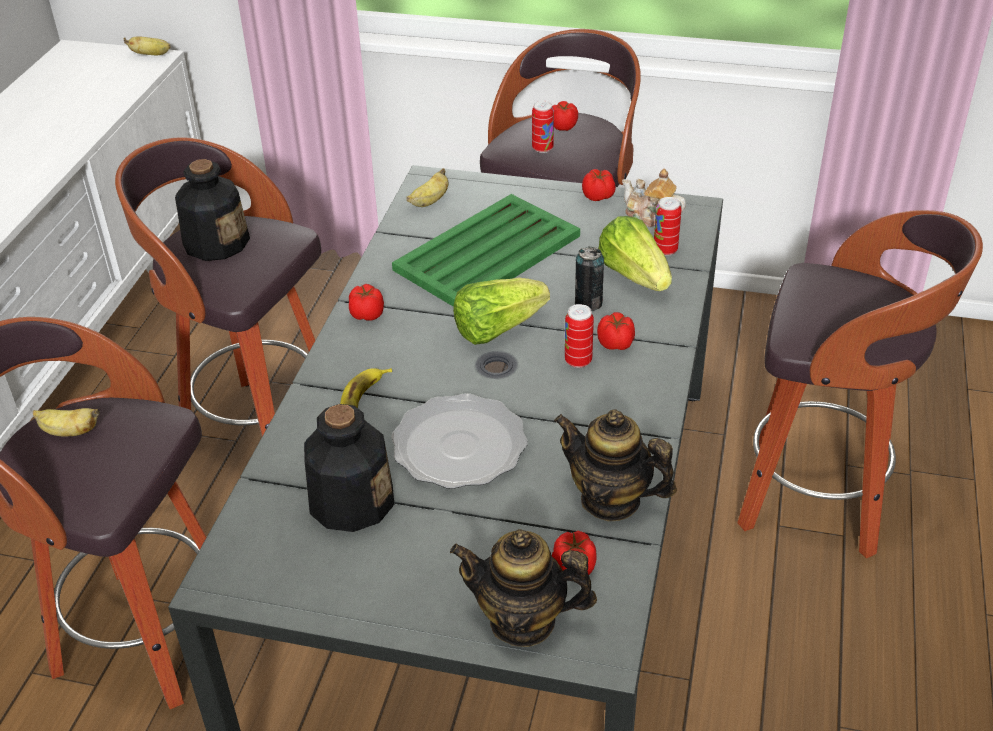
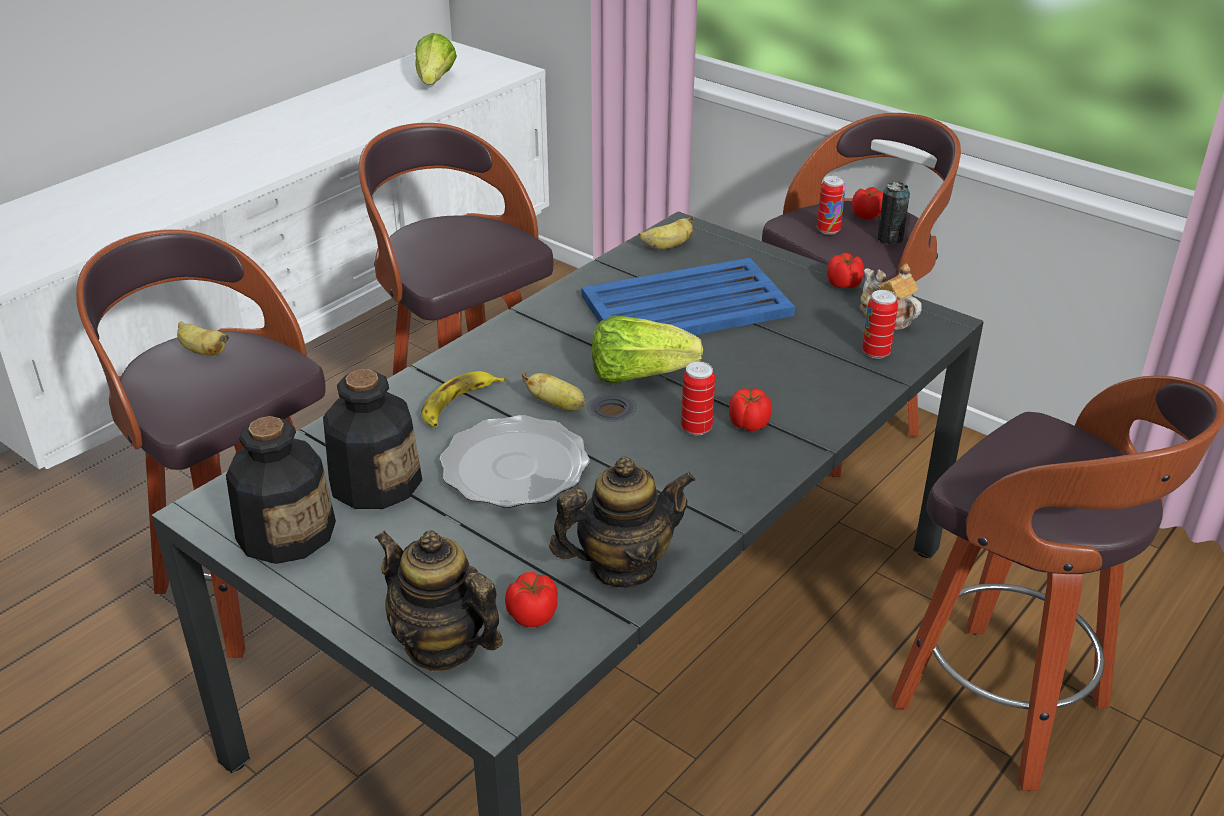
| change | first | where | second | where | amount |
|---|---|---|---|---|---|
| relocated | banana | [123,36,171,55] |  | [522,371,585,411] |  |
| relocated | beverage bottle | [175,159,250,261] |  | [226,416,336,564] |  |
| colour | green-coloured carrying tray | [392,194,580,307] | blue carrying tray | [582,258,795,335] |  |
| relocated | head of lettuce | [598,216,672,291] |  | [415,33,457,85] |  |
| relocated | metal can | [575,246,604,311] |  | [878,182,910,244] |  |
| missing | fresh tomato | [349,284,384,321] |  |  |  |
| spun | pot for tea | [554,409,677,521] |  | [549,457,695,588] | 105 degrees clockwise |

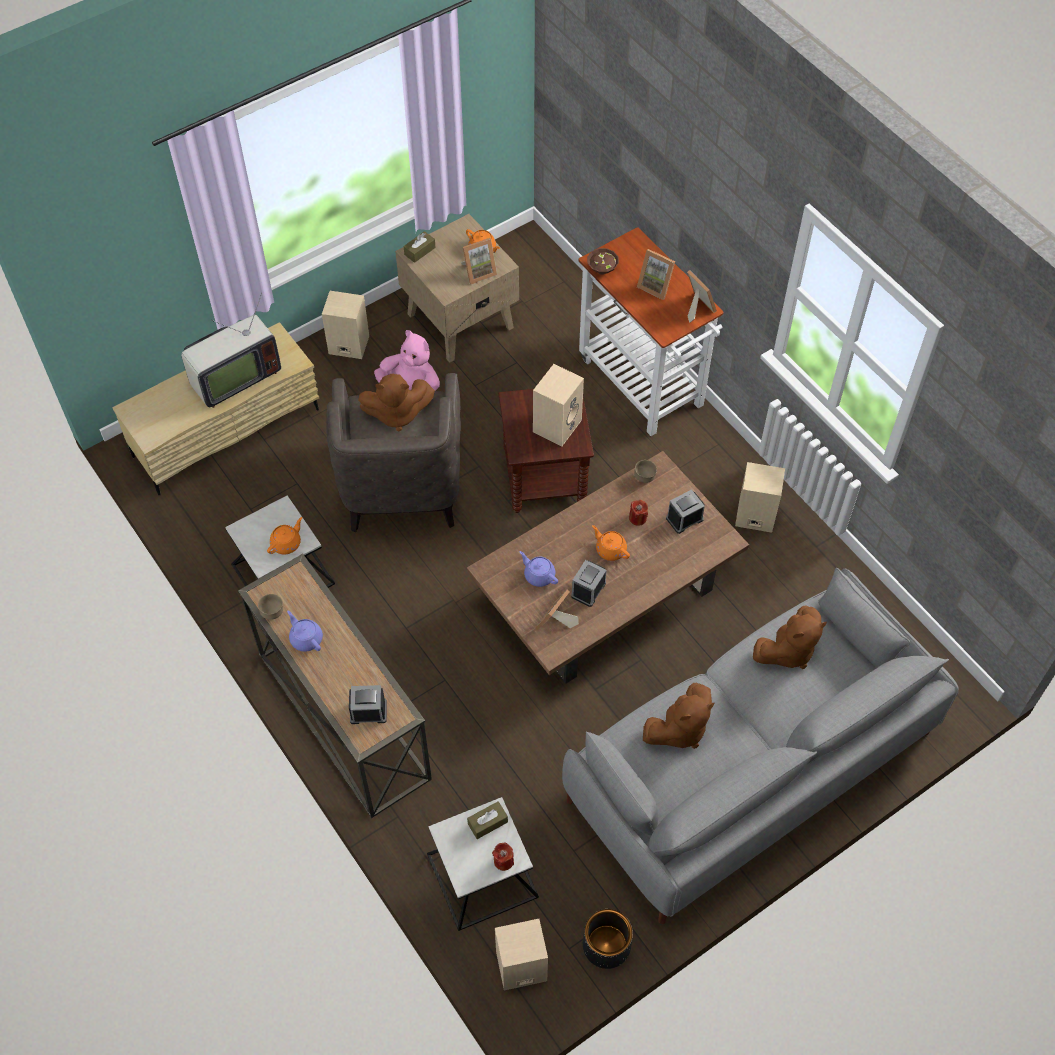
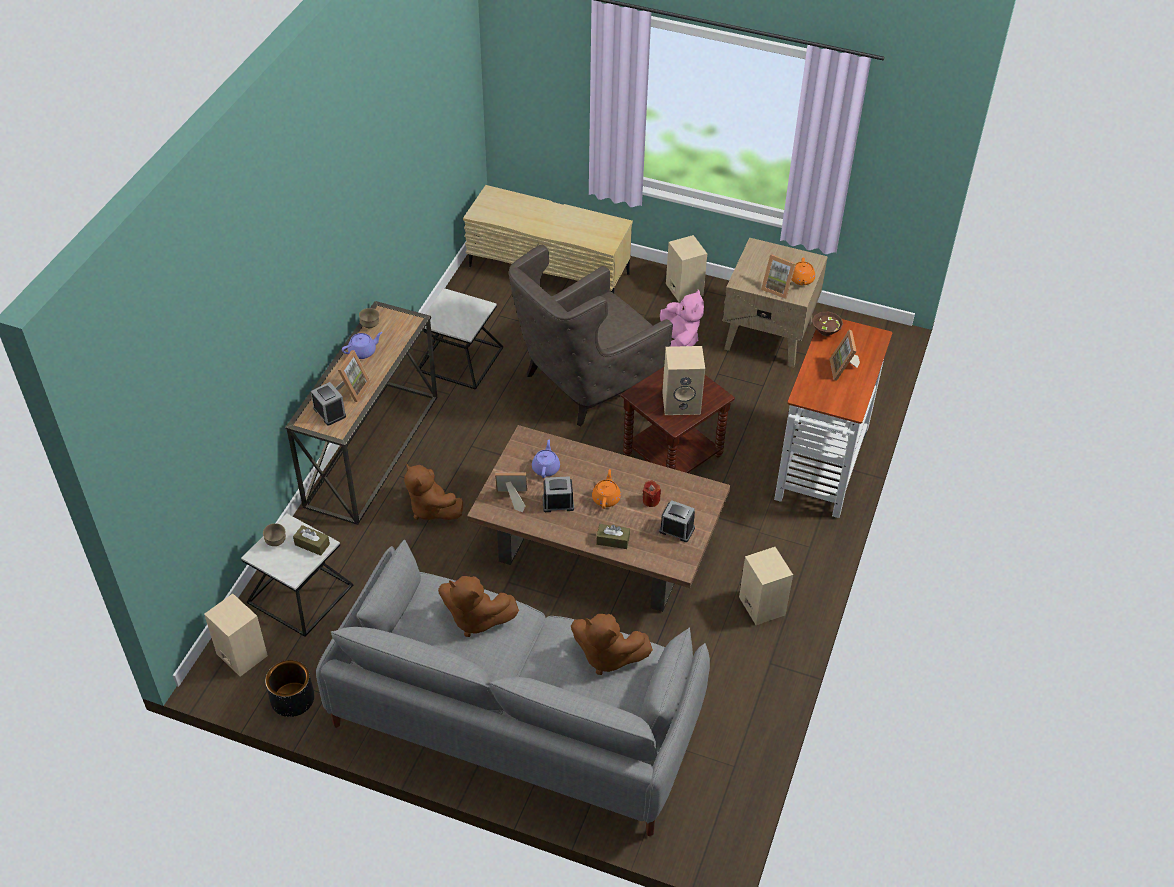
| change | first | where | second | where | amount |
|---|---|---|---|---|---|
| relocated | brown box of tissues | [404,231,436,263] |  | [596,524,630,549] |  |
| relocated | picture frame | [687,270,717,323] |  | [335,350,371,402] |  |
| missing | television | [181,293,281,408] |  |  |  |
| relocated | brown soft toy | [358,374,435,431] |  | [404,464,463,520] |  |
| relocated | brown serving bowl | [634,460,657,483] |  | [263,523,286,546] |  |
| missing | orange pot for tea | [267,517,302,554] |  |  |  |
| spun | purplish pot for tea | [287,610,323,652] |  | [342,332,383,359] | 45 degrees clockwise |
| missing | red-coloured wax candle | [492,843,514,871] |  |  |  |

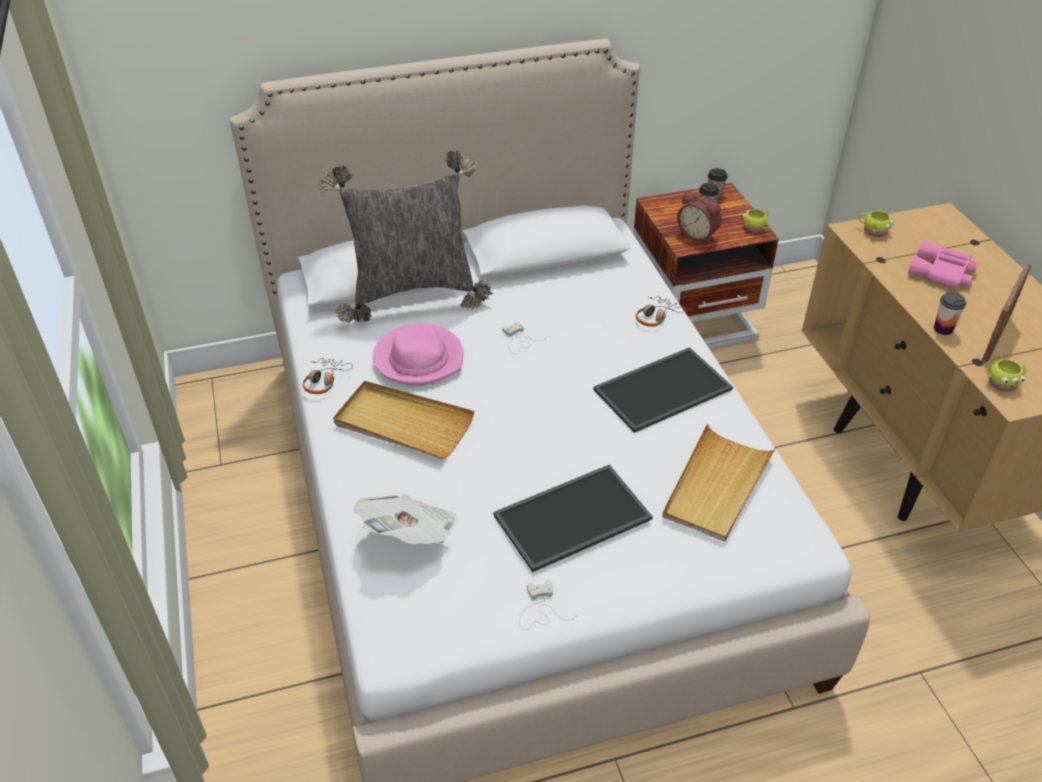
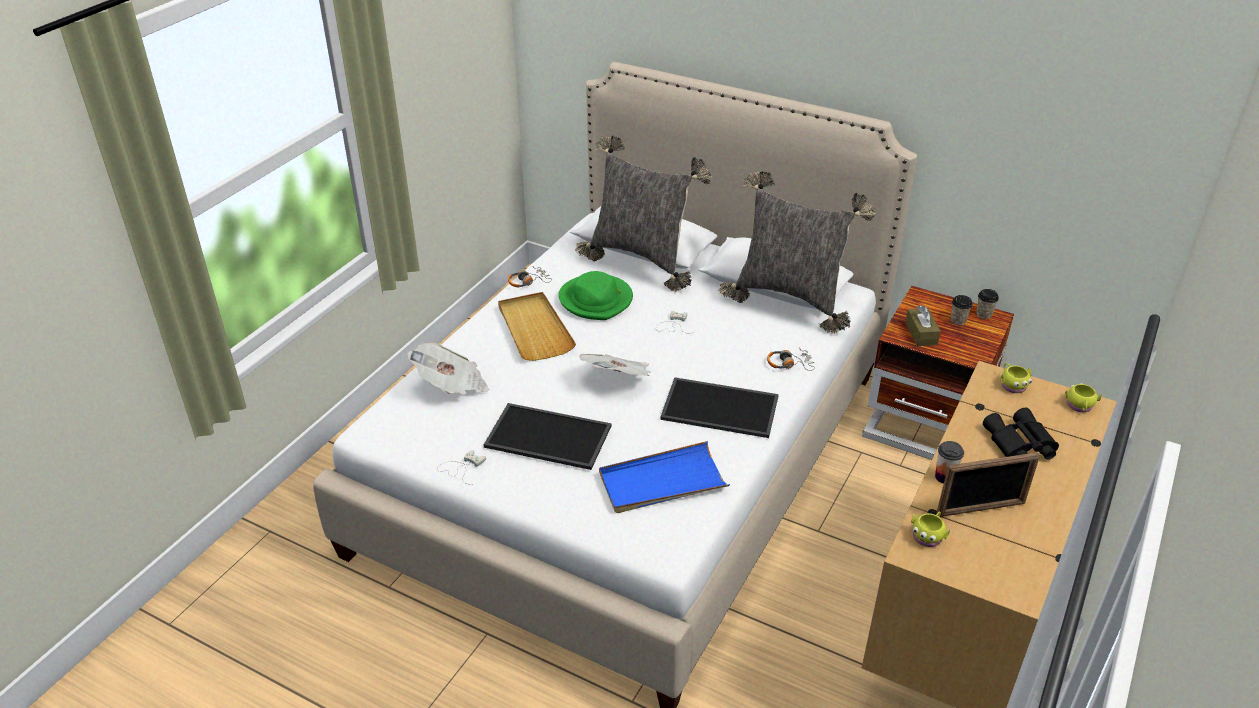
| change | first | where | second | where | amount |
|---|---|---|---|---|---|
| exchanged | alarm clock | [677,192,722,243] | brown box of tissues | [905,305,941,346] |  |
| relocated | yellow mug | [743,209,769,232] |  | [1065,383,1102,412] |  |
| colour | pinkish pair of binoculars | [908,240,979,289] | blackish pair of binoculars | [983,408,1059,460] |  |
| colour | pinkish wearable hat | [373,324,463,385] | green-coloured wearable hat | [558,271,633,320] |  |
| colour | sand-coloured carrying tray | [662,424,776,542] | blue carrying tray | [599,441,730,513] |  |
| appeared |  |  | throw pillow | [719,171,875,334] |  |
| appeared |  |  | newspaper | [579,354,651,376] |  |

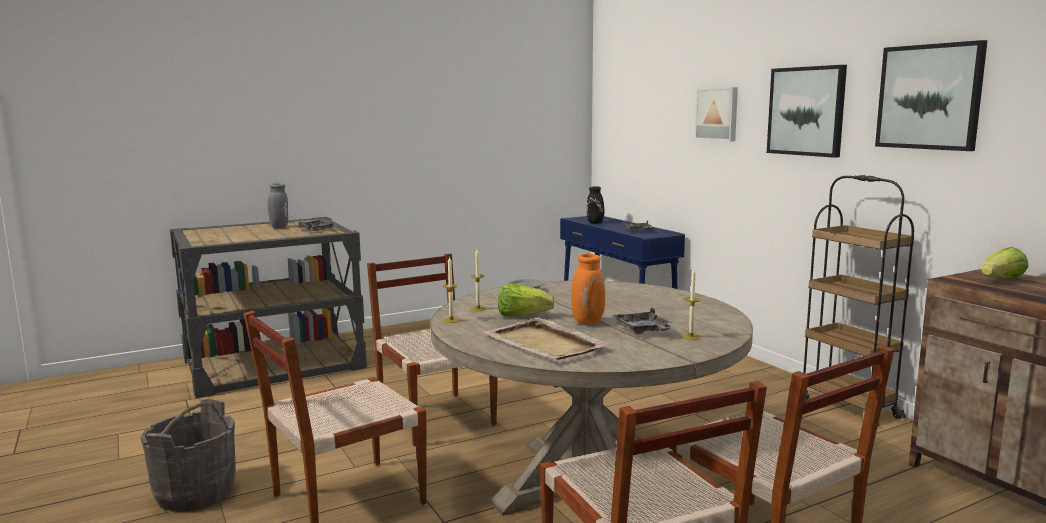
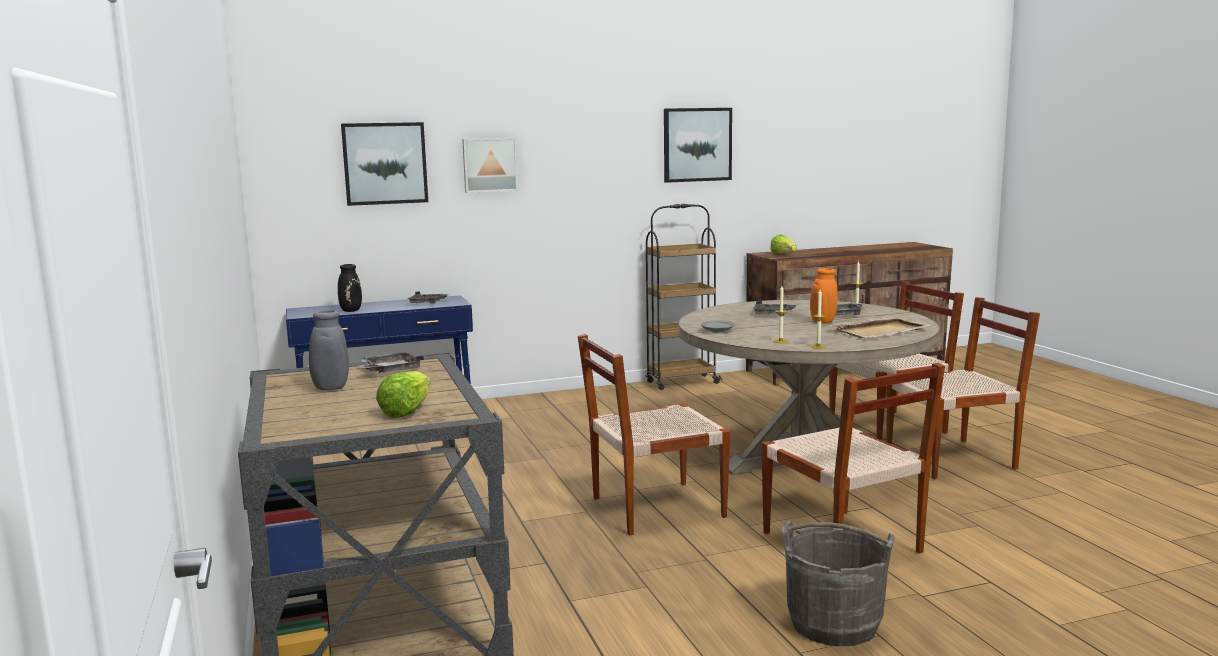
| change | first | where | second | where | amount |
|---|---|---|---|---|---|
| relocated | wall picture | [767,65,847,158] |  | [341,122,428,206] |  |
| relocated | head of lettuce | [498,283,555,317] |  | [376,371,431,418] |  |
| appeared |  |  | grey carrying tray | [753,300,798,315] |  |

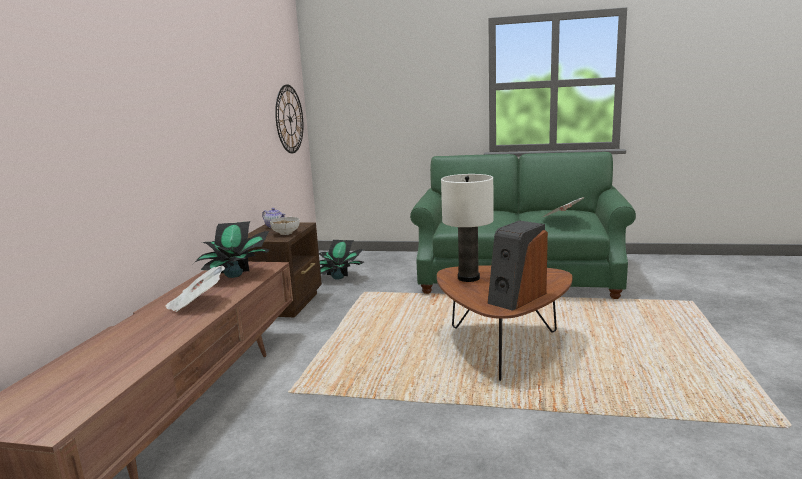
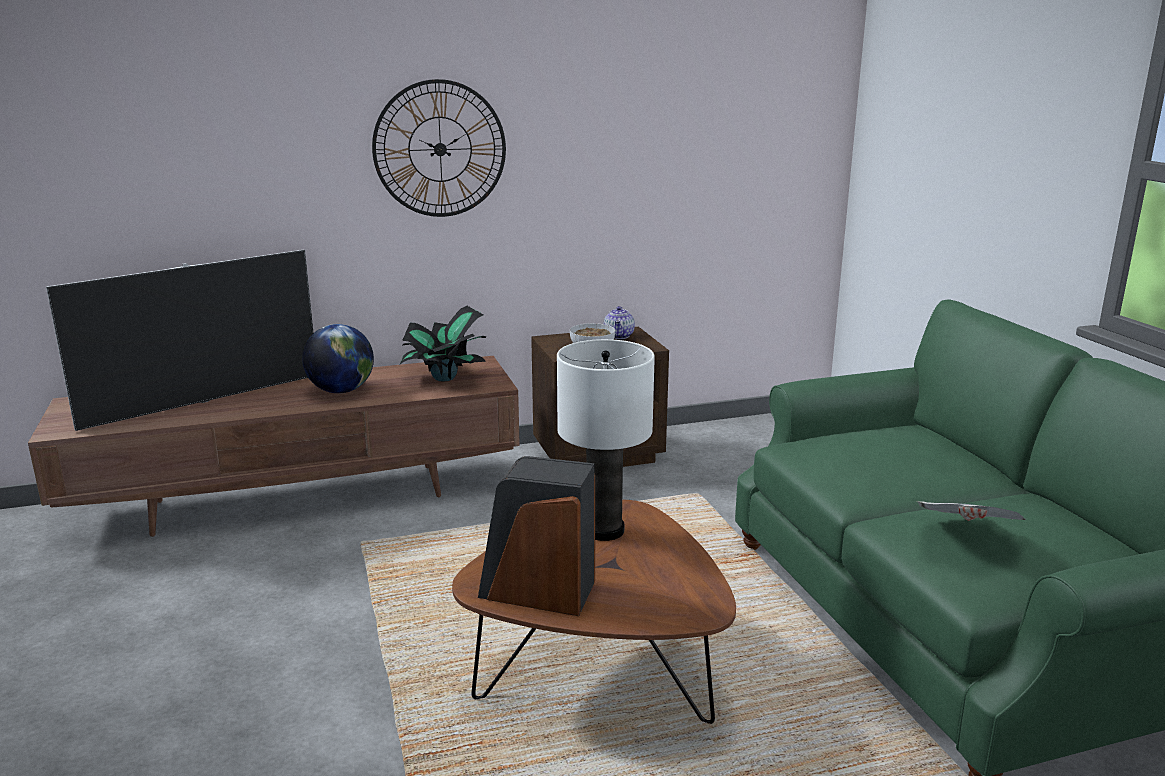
| change | first | where | second | where | amount |
|---|---|---|---|---|---|
| relocated | wall clock | [275,85,303,153] |  | [372,79,506,217] |  |
| missing | plant in a pot | [319,240,364,279] |  |  |  |
| exchanged | newspaper | [165,266,225,312] | desk globe | [302,324,374,393] |  |
| appeared |  |  | television | [46,250,313,431] |  |

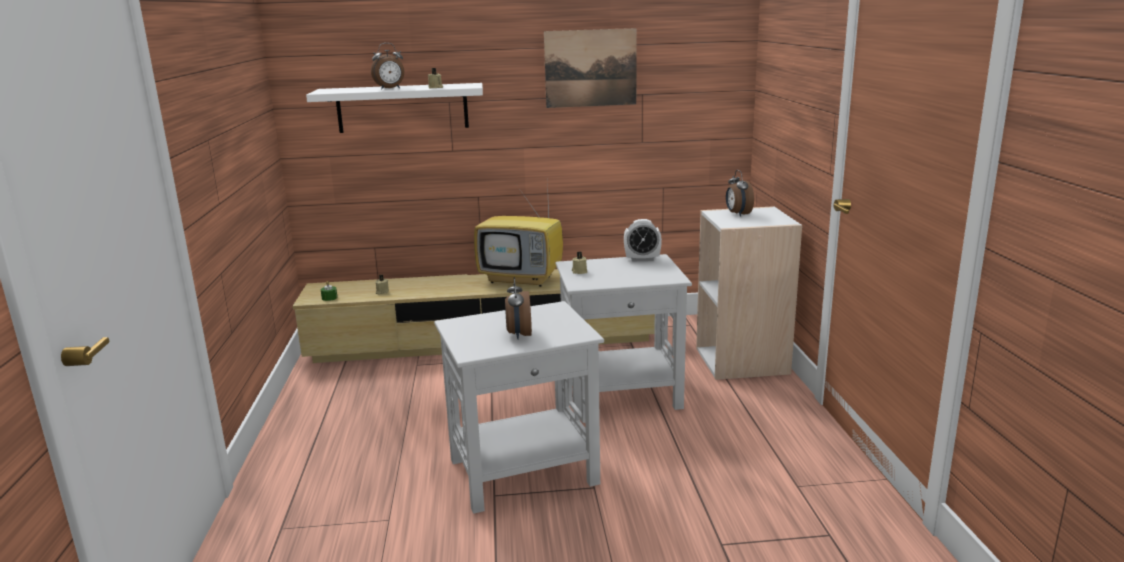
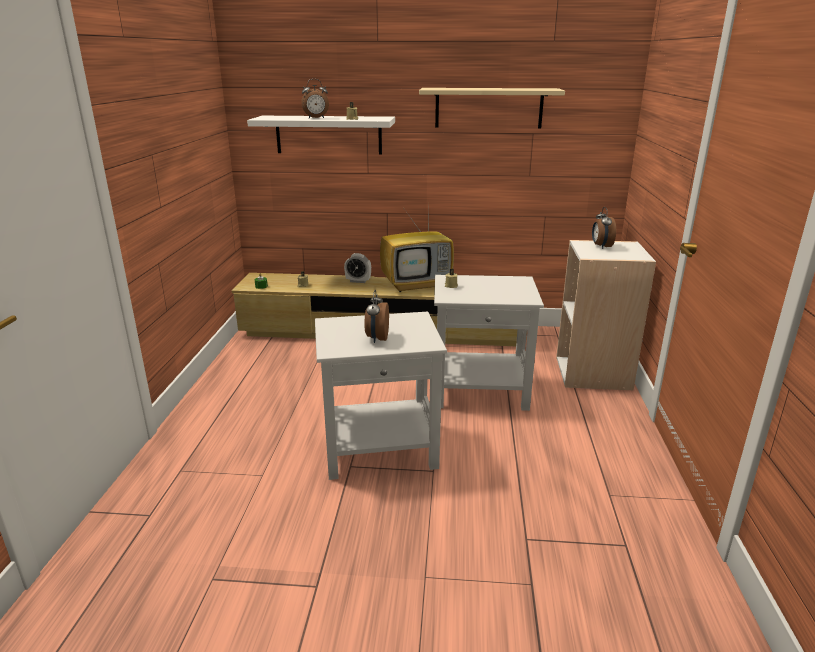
| change | first | where | second | where | amount |
|---|---|---|---|---|---|
| exchanged | wall picture | [544,28,637,108] | sand-coloured bracket shelf | [419,88,565,129] |  |
| spun | television | [474,180,563,287] |  | [380,208,454,292] | 45 degrees counterclockwise |
| relocated | alarm clock | [624,219,662,262] |  | [344,253,371,283] |  |

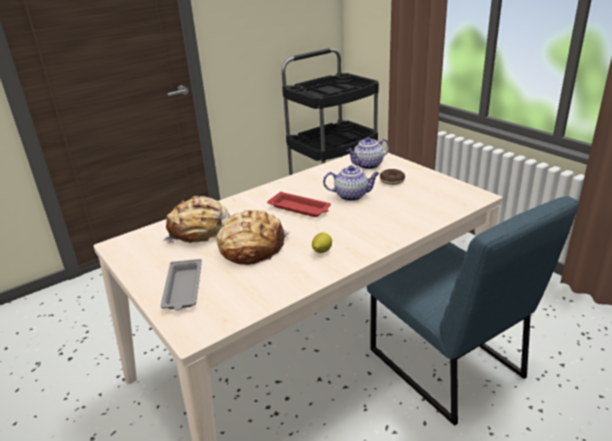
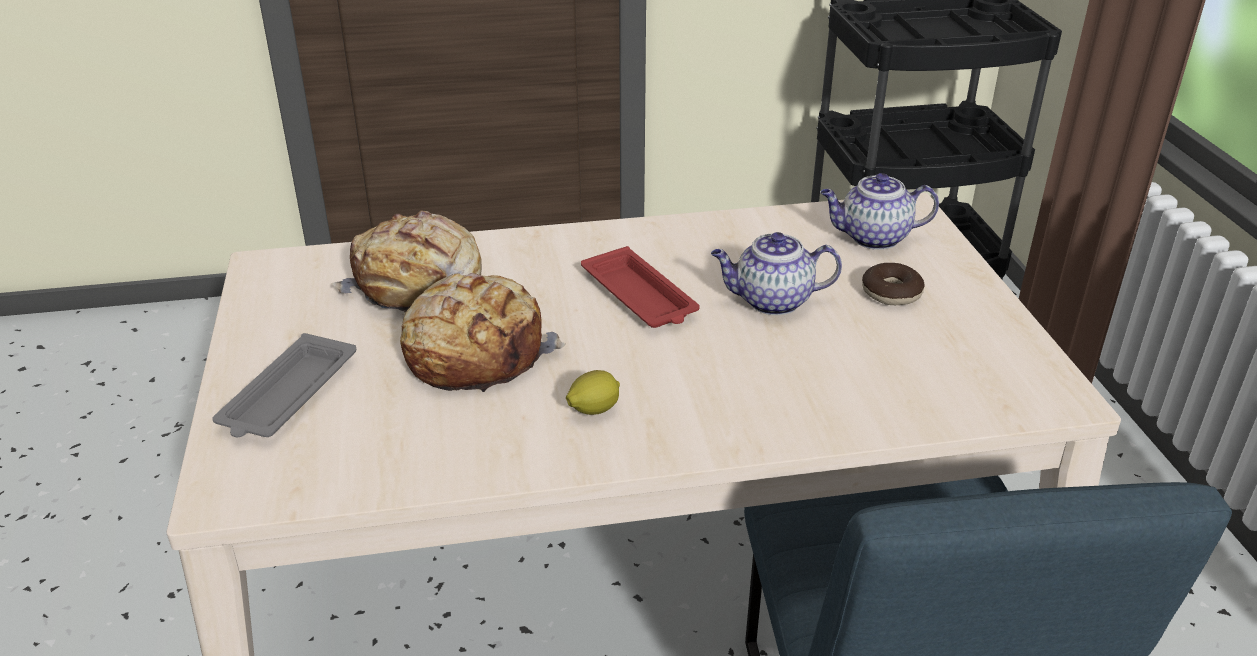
| change | first | where | second | where | amount |
|---|---|---|---|---|---|
| spun | pot for tea | [323,165,380,201] |  | [711,232,842,315] | 150 degrees clockwise |

